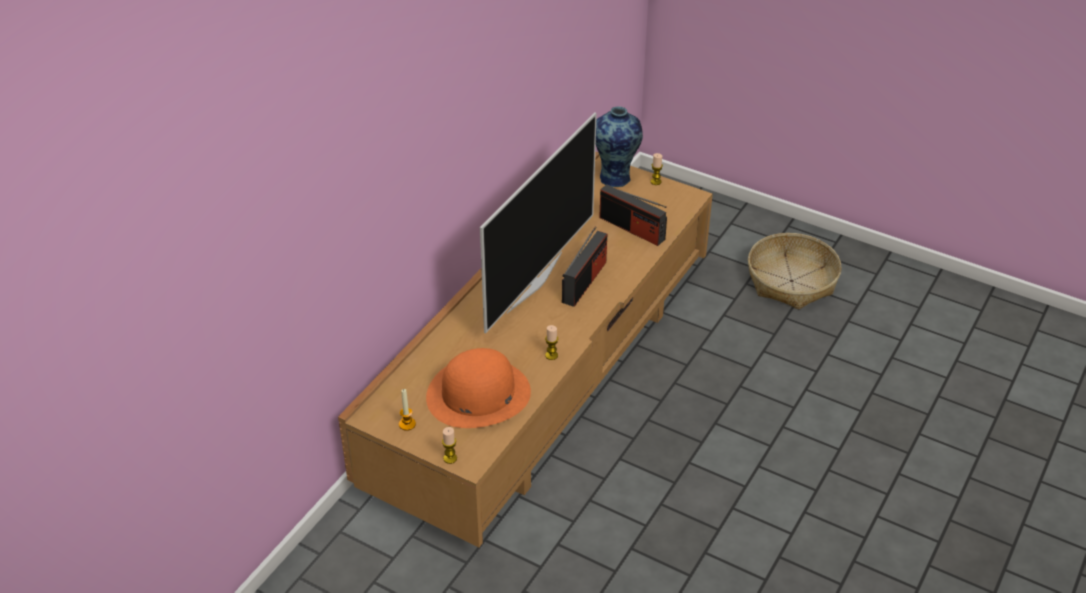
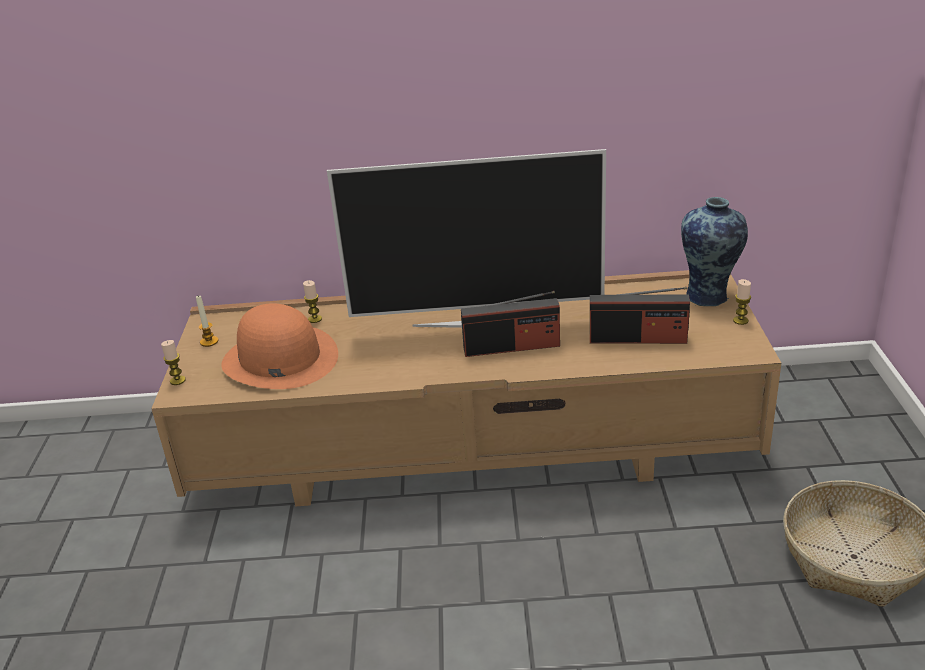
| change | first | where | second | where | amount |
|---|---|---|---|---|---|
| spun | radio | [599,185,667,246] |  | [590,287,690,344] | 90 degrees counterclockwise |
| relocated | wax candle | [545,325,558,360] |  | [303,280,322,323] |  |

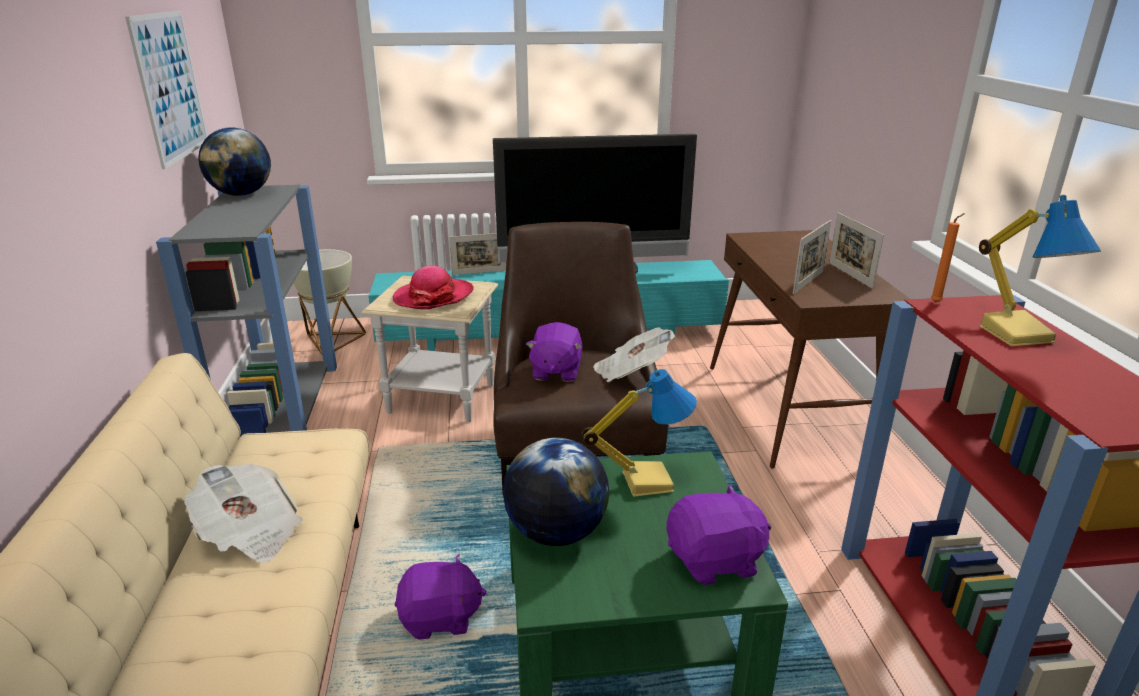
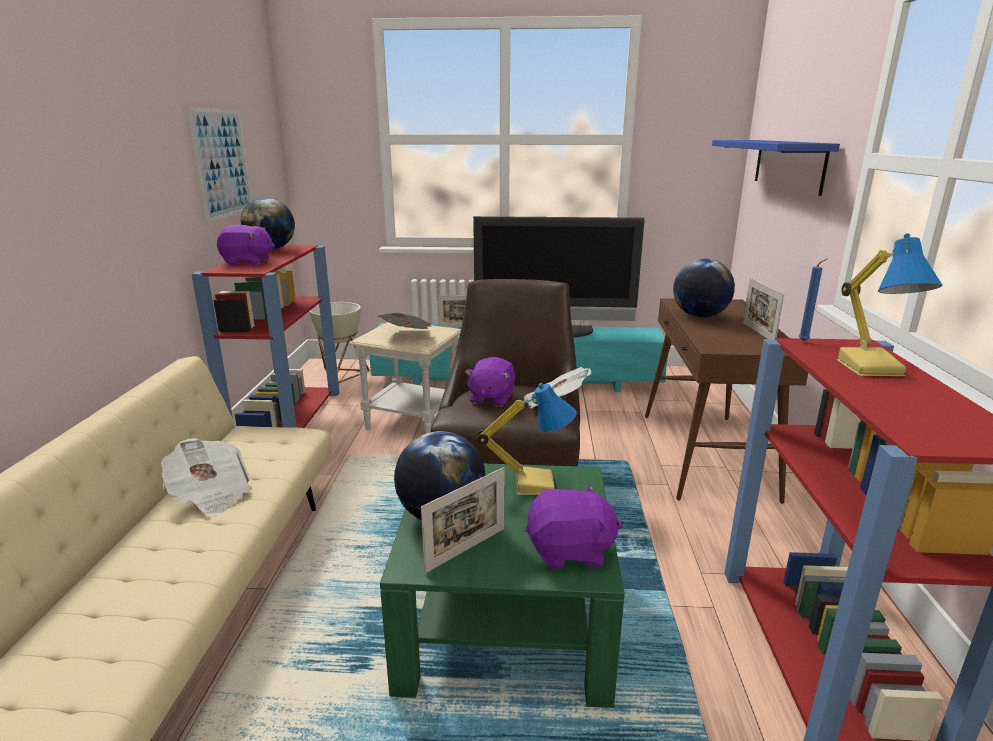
| change | first | where | second | where | amount |
|---|---|---|---|---|---|
| colour | grey bookshelf | [156,185,337,437] | red-coloured bookshelf | [191,245,339,428] |  |
| colour | orange wax candle | [931,213,965,303] | blue wax candle | [799,258,828,342] |  |
| relocated | picture frame | [793,220,831,294] |  | [421,467,505,573] |  |
| exchanged | wearable hat | [393,266,474,309] | newspaper | [377,313,431,329] |  |
| relocated | purplish soft toy | [395,554,487,640] |  | [217,225,275,265] |  |
| appeared |  |  | blue bracket shelf | [712,140,840,196] |  |
| appeared |  |  | desk globe | [673,259,735,317] |  |

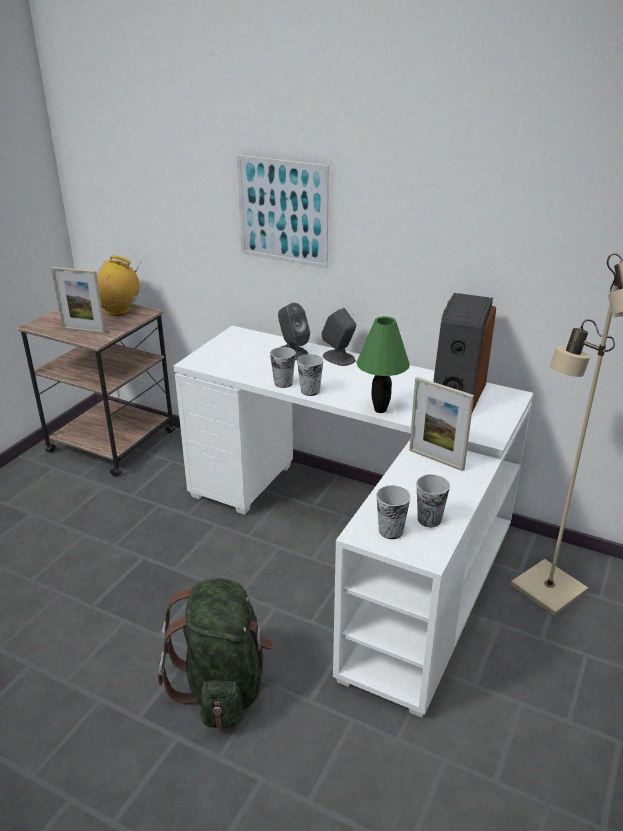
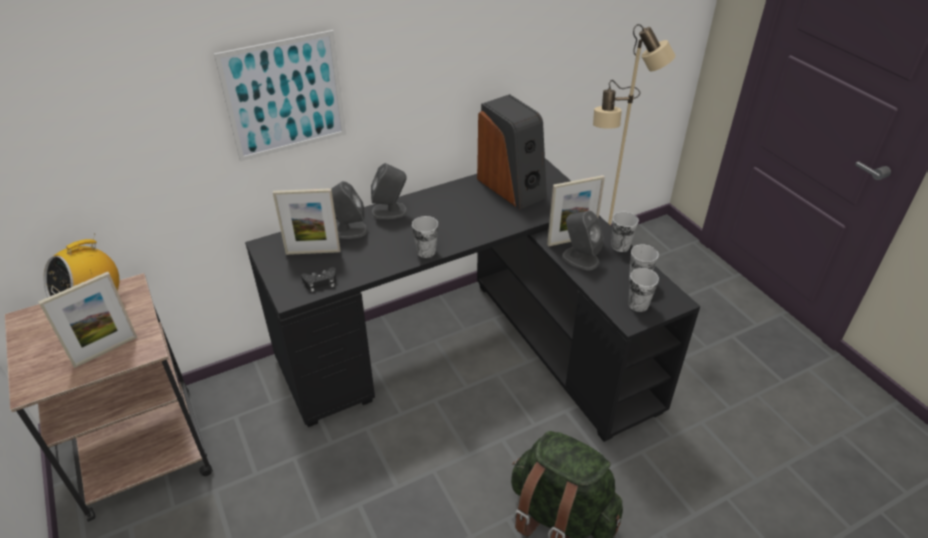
| change | first | where | second | where | amount |
|---|---|---|---|---|---|
| missing | green-coloured table lamp | [356,316,410,413] |  |  |  |
| colour | white desk unit | [174,325,534,718] | blackish desk unit | [245,158,700,442] |  |
| relocated | drinking cup | [270,347,296,388] |  | [611,212,639,252] |  |
| appeared |  |  | picture frame | [273,188,341,255] |  |
| appeared |  |  | grey loudspeaker | [562,211,604,270] |  |
| appeared |  |  | blackish game controller | [301,267,336,292] |  |

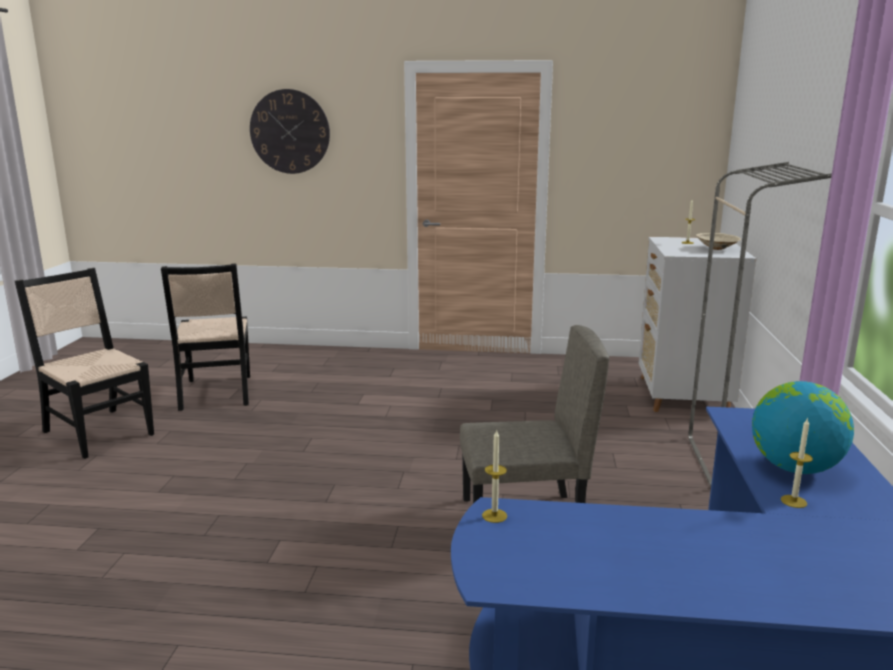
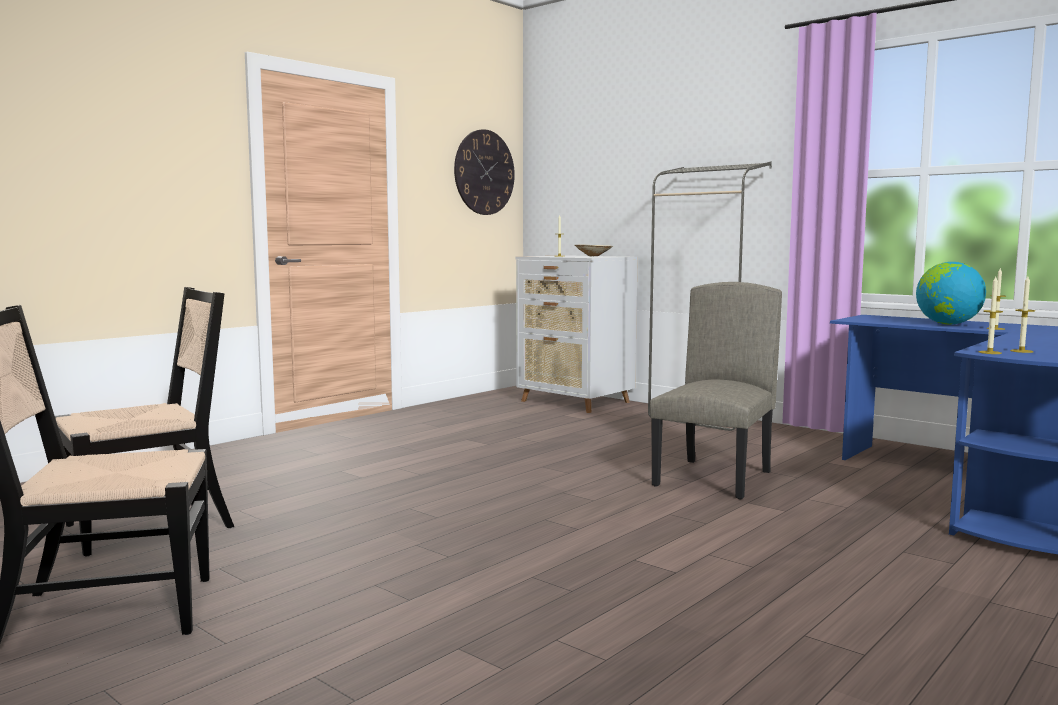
| change | first | where | second | where | amount |
|---|---|---|---|---|---|
| relocated | wall clock | [250,89,330,174] |  | [454,129,515,215] |  |
| spun | plain chair | [161,263,250,411] |  | [55,287,234,557] | 60 degrees counterclockwise |
| appeared |  |  | wax candle | [1010,276,1035,353] |  |

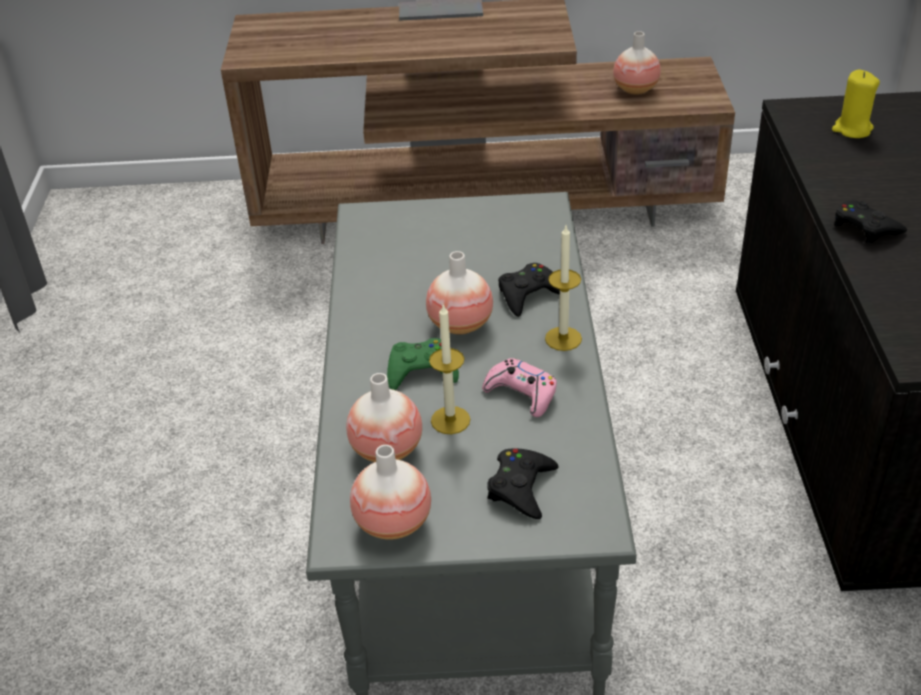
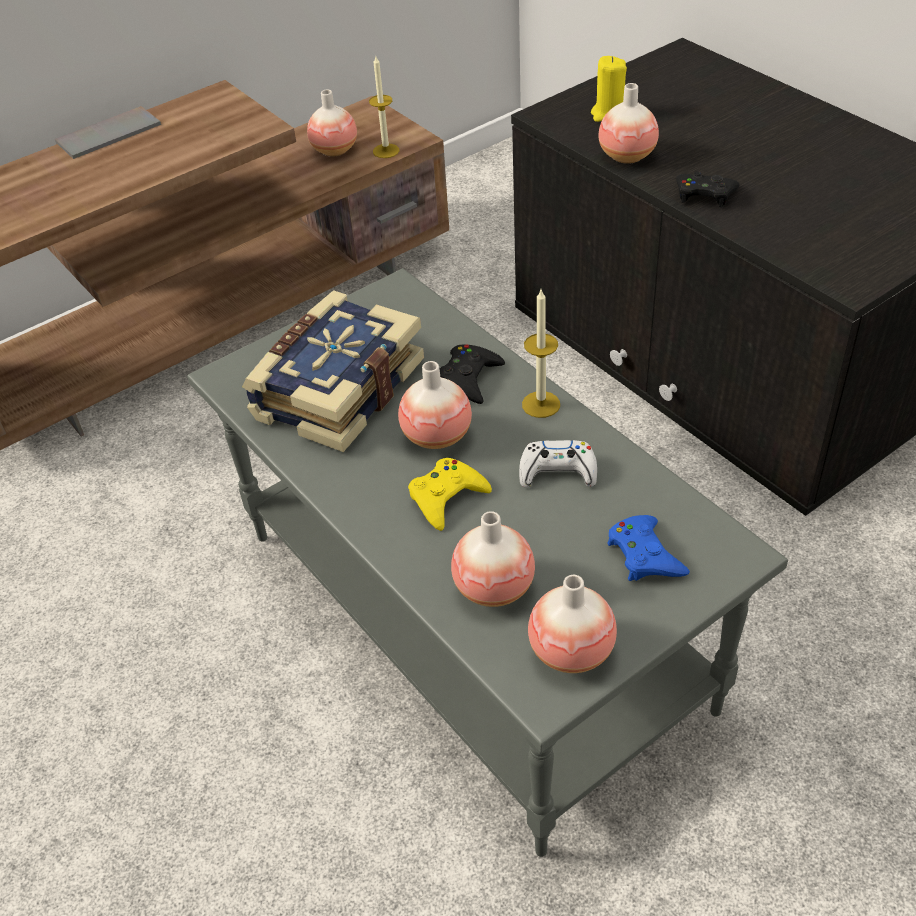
| change | first | where | second | where | amount |
|---|---|---|---|---|---|
| relocated | wax candle | [429,305,470,434] |  | [369,56,399,158] |  |
| colour | green-coloured game controller | [387,338,459,390] | yellow game controller | [408,458,492,531] |  |
| colour | pinkish game controller | [482,358,557,417] | white game controller | [519,440,597,488] |  |
| colour | blackish game controller | [487,448,559,519] | blue game controller | [607,515,690,581] |  |
| appeared |  |  | decorative vase | [599,83,659,164] |  |
| appeared |  |  | volume | [242,290,424,452] |  |

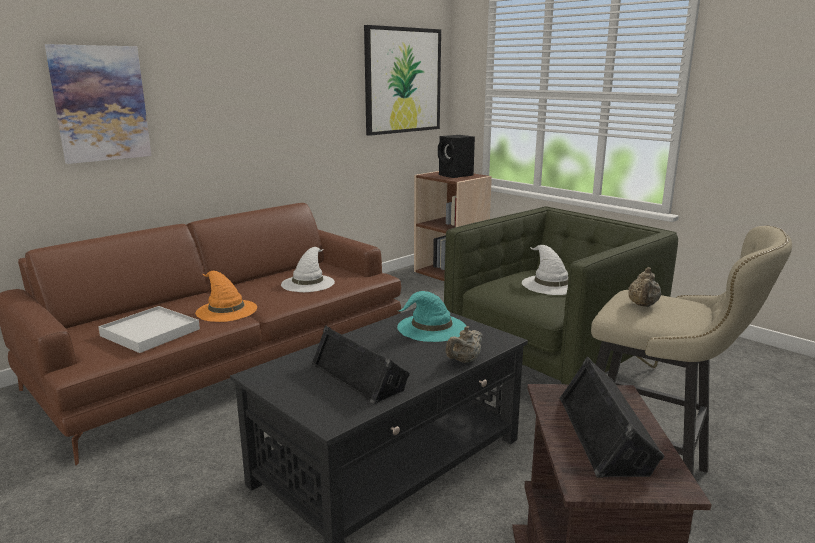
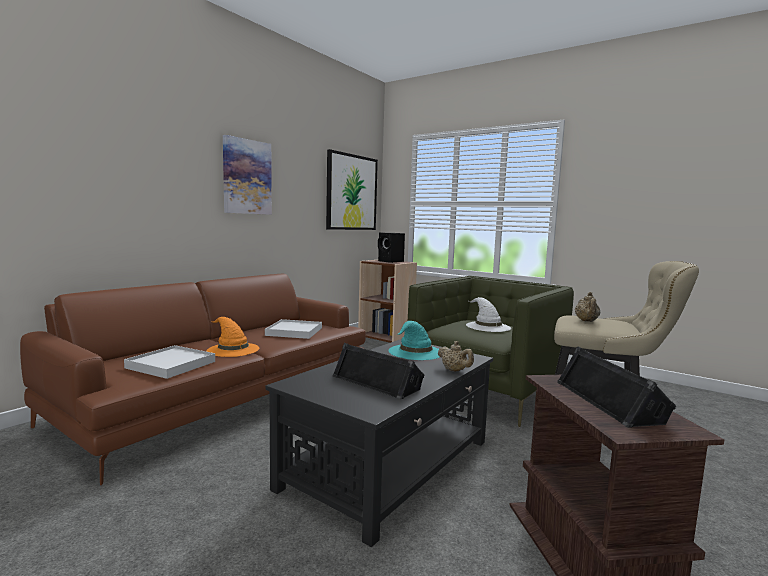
| change | first | where | second | where | amount |
|---|---|---|---|---|---|
| relocated | wall picture | [45,44,152,164] |  | [223,135,272,215] |  |
| exchanged | white wearable hat | [281,247,335,292] | white carrying tray | [265,319,322,339] |  |
| spun | sand-coloured pot for tea | [446,326,482,363] |  | [438,341,474,372] | 75 degrees counterclockwise |

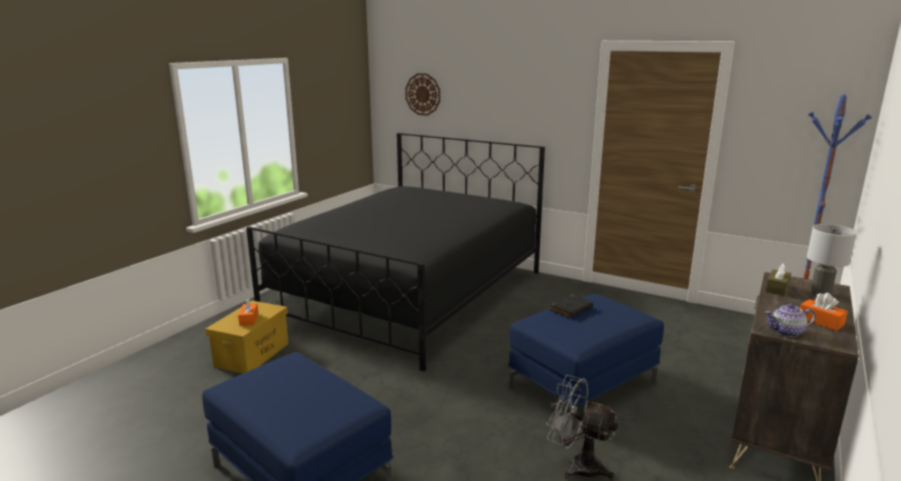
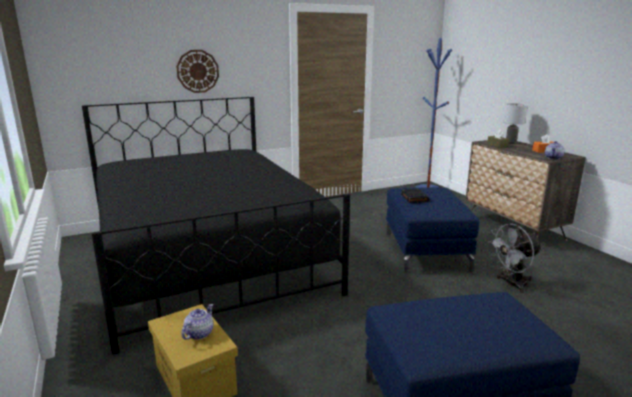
| change | first | where | second | where | amount |
|---|---|---|---|---|---|
| relocated | wall clock | [405,73,440,116] |  | [176,50,219,93] |  |
| exchanged | orange box of tissues | [238,299,258,326] | pot for tea | [181,304,213,340] |  |

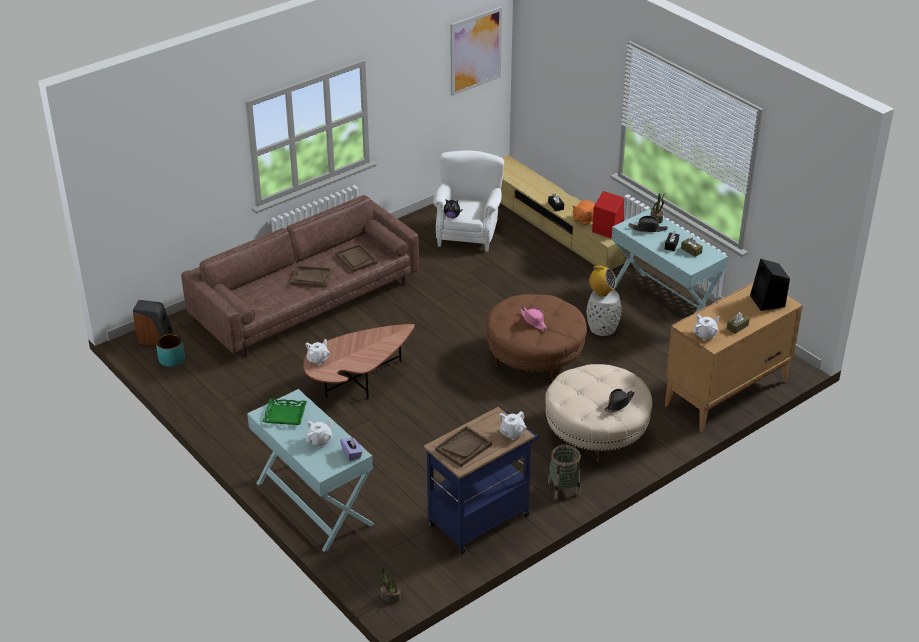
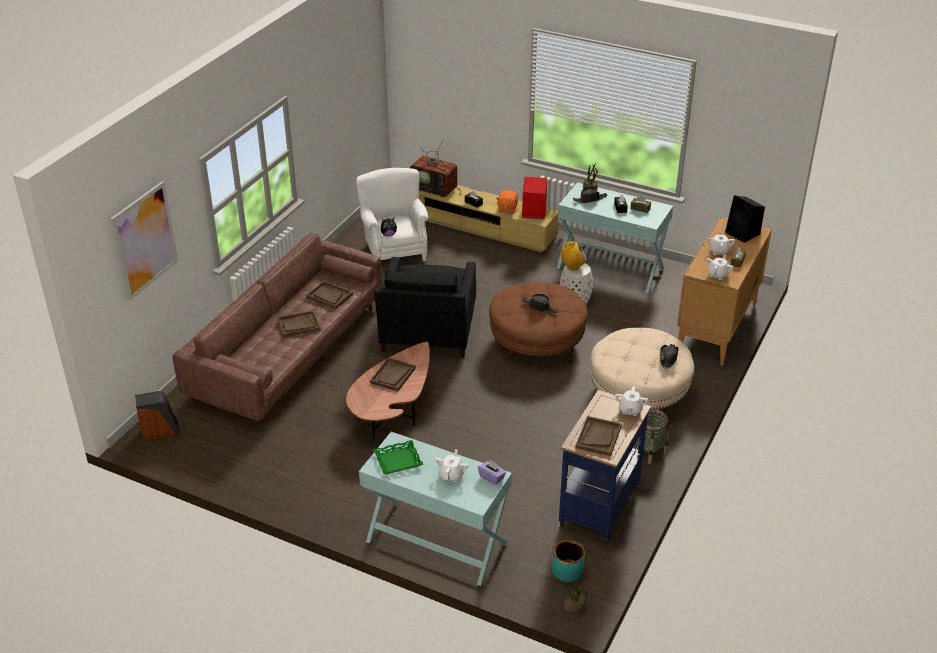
| change | first | where | second | where | amount |
|---|---|---|---|---|---|
| relocated | wall picture | [450,7,502,96] |  | [110,181,178,301] |  |
| colour | pinkish wearable hat | [520,307,548,330] | blackish wearable hat | [521,294,558,313] |  |
| relocated | blue-green flower pot | [156,333,185,367] |  | [552,540,585,582] |  |
| relocated | white pot for tea | [305,339,330,365] |  | [707,231,735,255] |  |
| appeared |  |  | television | [410,140,461,197] |  |
| appeared |  |  | blackish lounge chair | [374,257,476,358] |  |
| appeared |  |  | brown carrying tray | [370,358,416,391] |  |

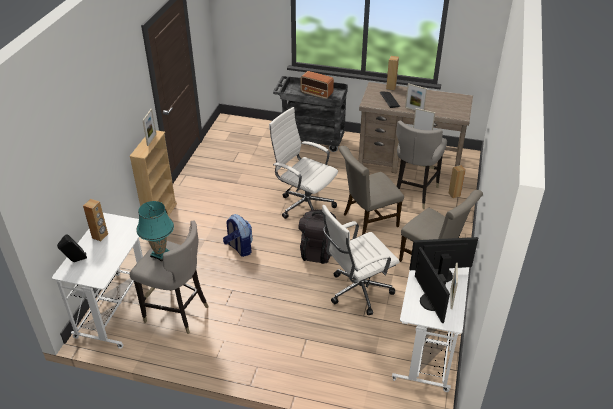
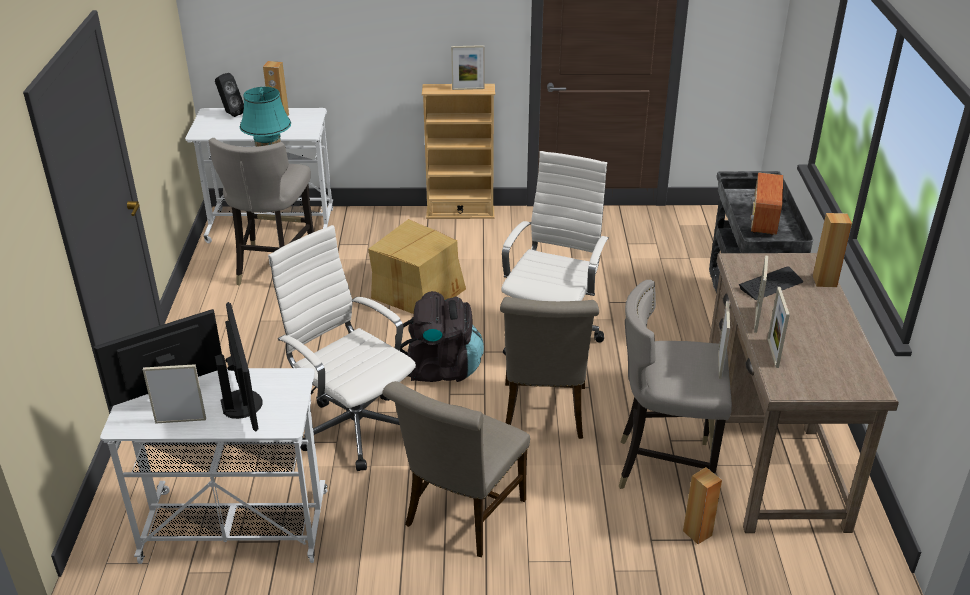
| change | first | where | second | where | amount |
|---|---|---|---|---|---|
| spun | sand-coloured plain chair | [339,146,404,235] |  | [500,297,599,439] | 135 degrees counterclockwise |
| exchanged | rucksack | [223,214,253,257] | packing box | [368,219,466,314] |  |
| appeared |  |  | picture frame | [768,287,790,368] |  |

